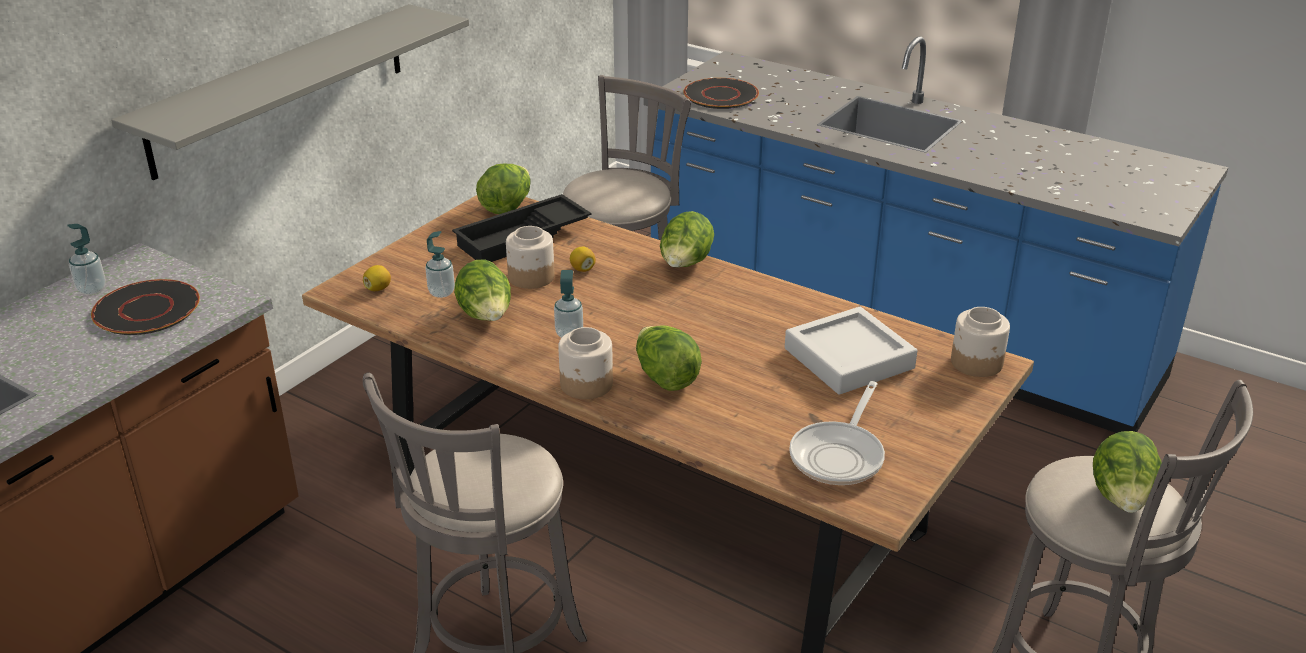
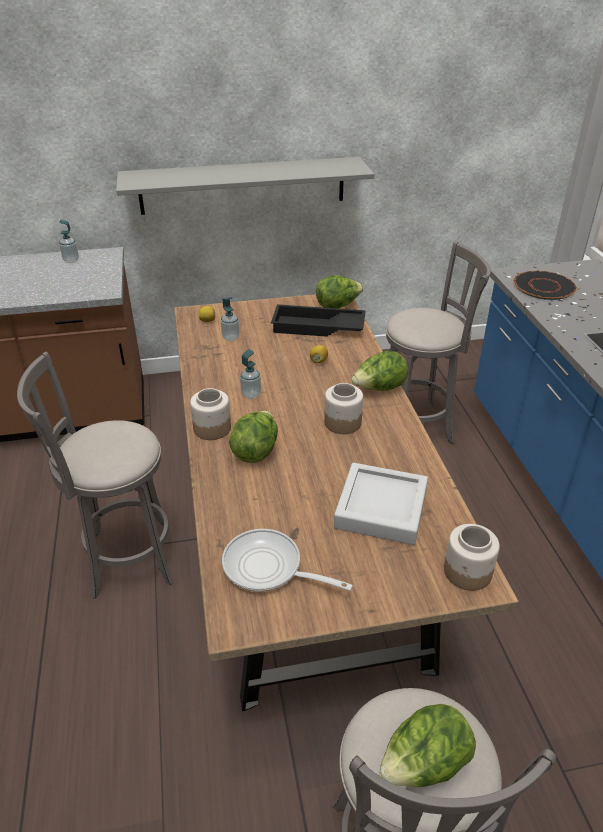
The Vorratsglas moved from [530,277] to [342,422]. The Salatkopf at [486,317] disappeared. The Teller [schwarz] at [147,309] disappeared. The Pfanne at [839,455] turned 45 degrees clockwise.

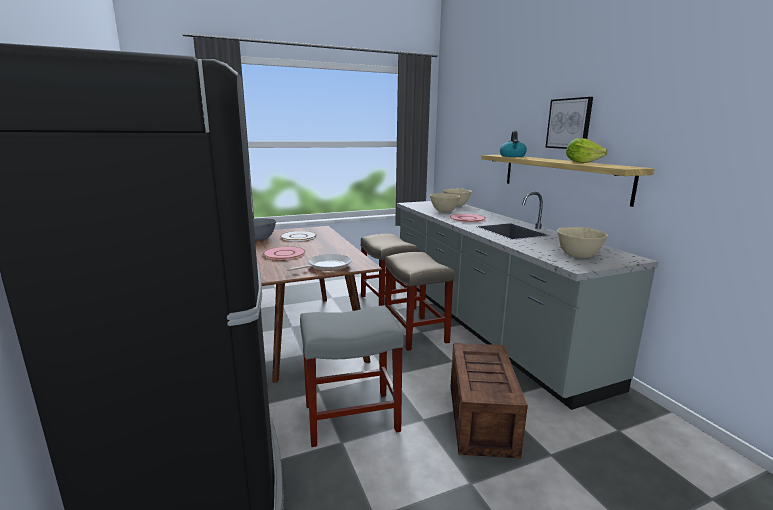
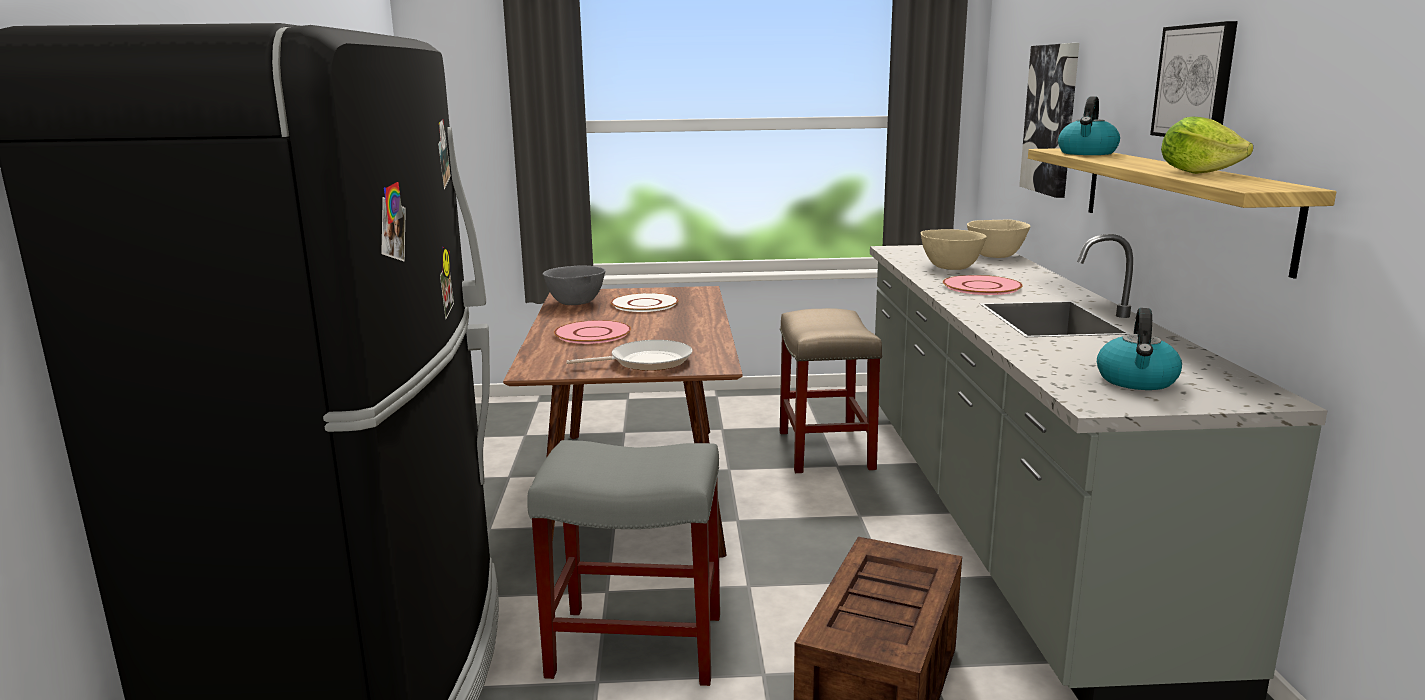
The Schüssel [beige] at [578,255] was replaced by the Wasserkessel at [1137,381]. The Hocker [beige] at [416,333] disappeared. The Bild at [1052,119] appeared.

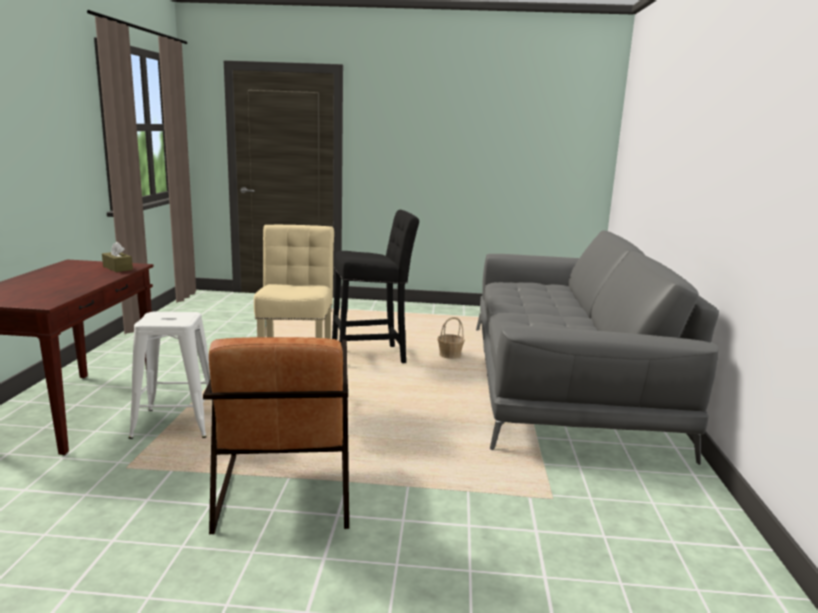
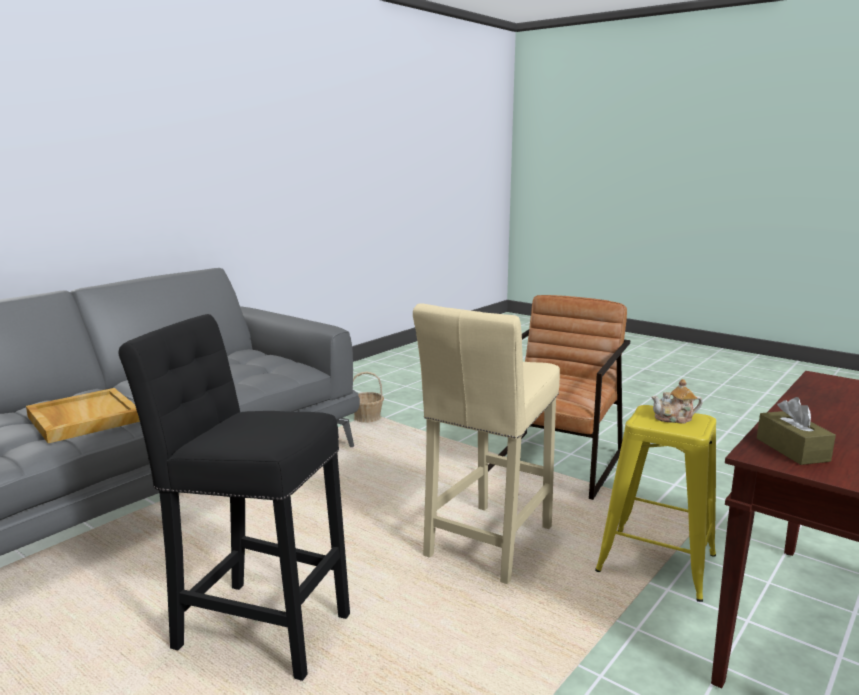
The Hocker [weiß] at [176,423] became the Hocker [gelb] at [656,563]. The Korb moved from [449,355] to [367,418]. The Teekanne at [675,418] appeared. The Tablett [beige] at [83,419] appeared.

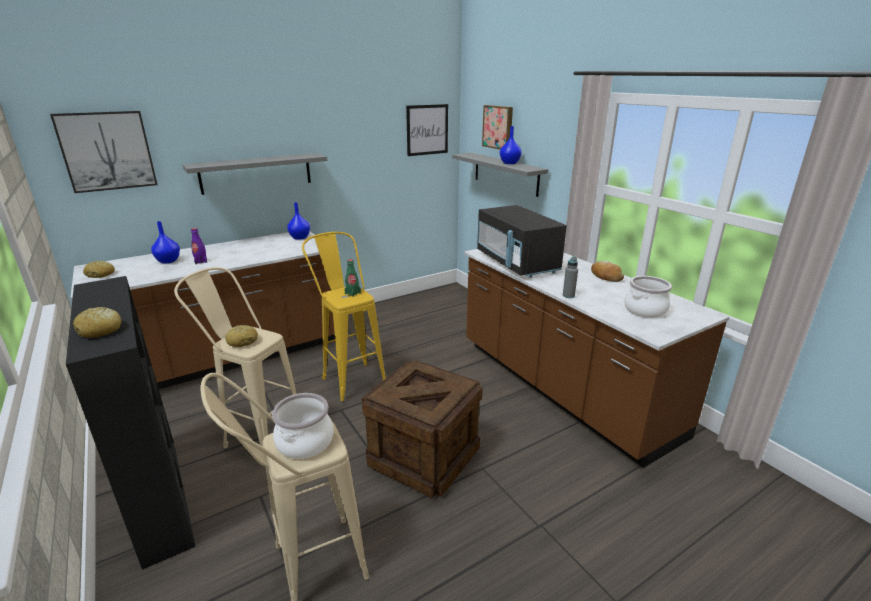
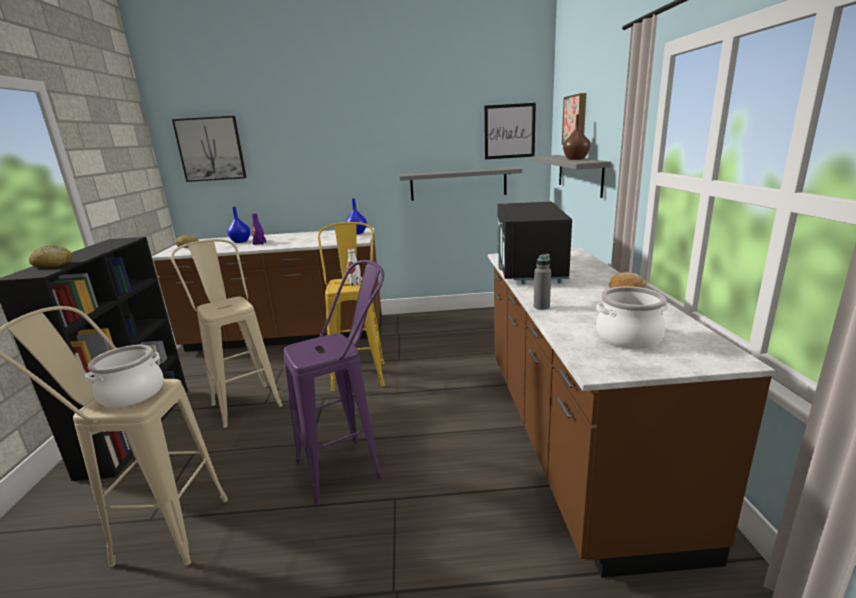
The Vase [blau] at [510,163] became the Vase [braun] at [576,159]. The Wandregal [grau] moved from [256,173] to [458,184]. The Flasche [grün] at [352,293] became the Flasche [weiß] at [355,283]. The Brot at [242,341] disappeared. The Kiste at [424,455] was replaced by the Hocker [lila] at [352,464].

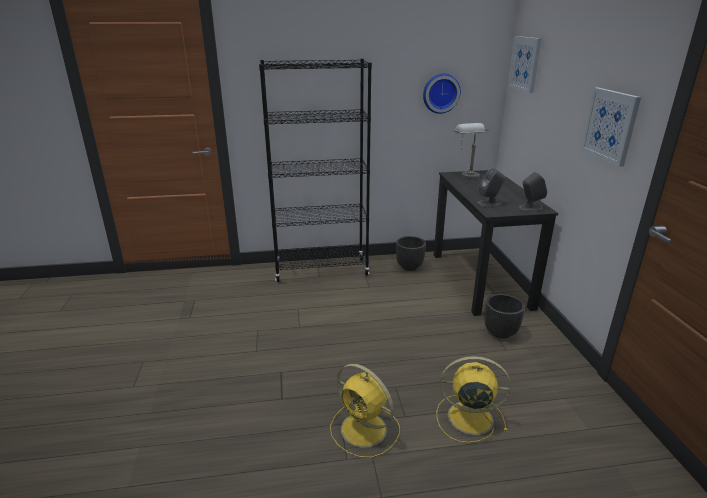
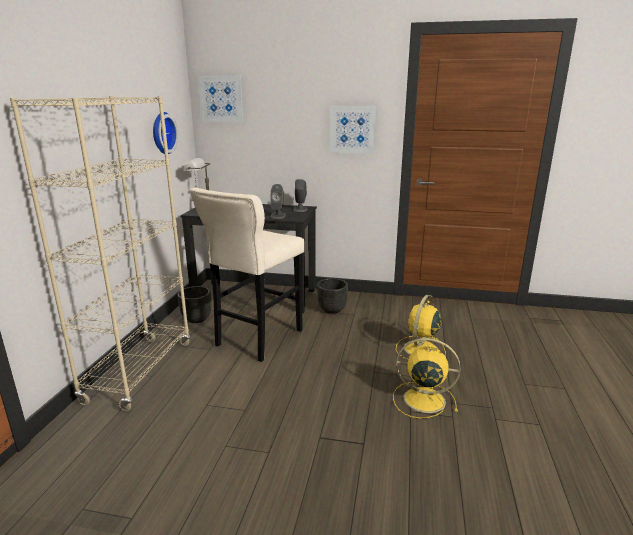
The Bücherregal [schwarz] at [321,270] became the Bücherregal [beige] at [140,372]. The Ventilator [gelb] at [365,430] turned 135 degrees counterclockwise. The Hocker [beige] at [257,340] appeared.

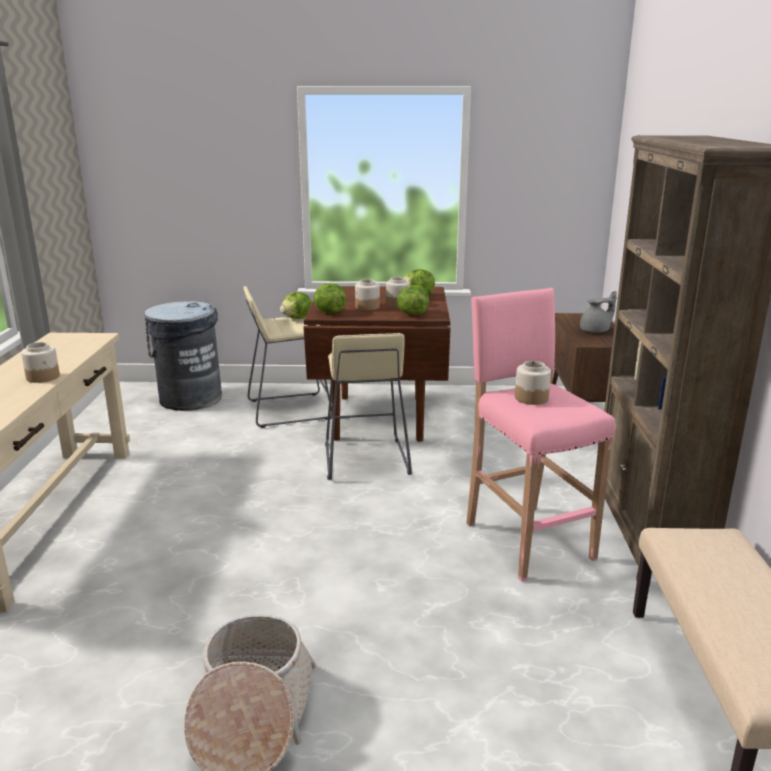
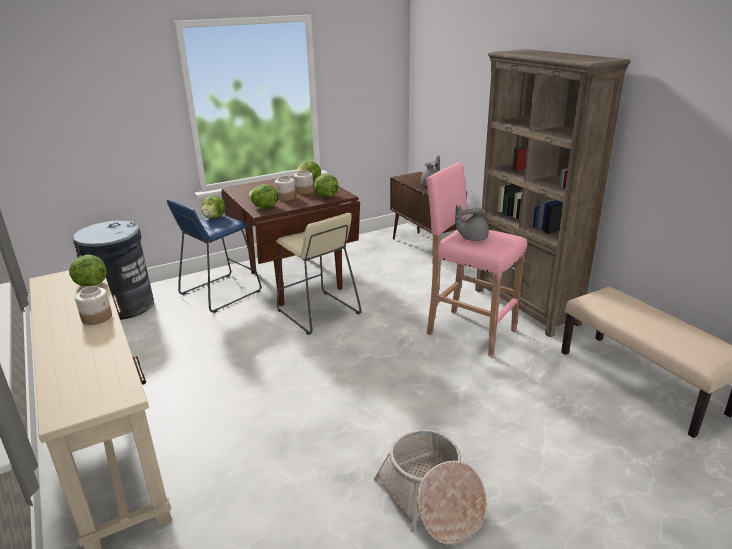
The Hocker [beige] at [288,410] became the Hocker [blau] at [220,293]. The Vorratsglas at [531,398] was replaced by the Teekanne [grau] at [472,238]. The Salatkopf at [90,284] appeared.

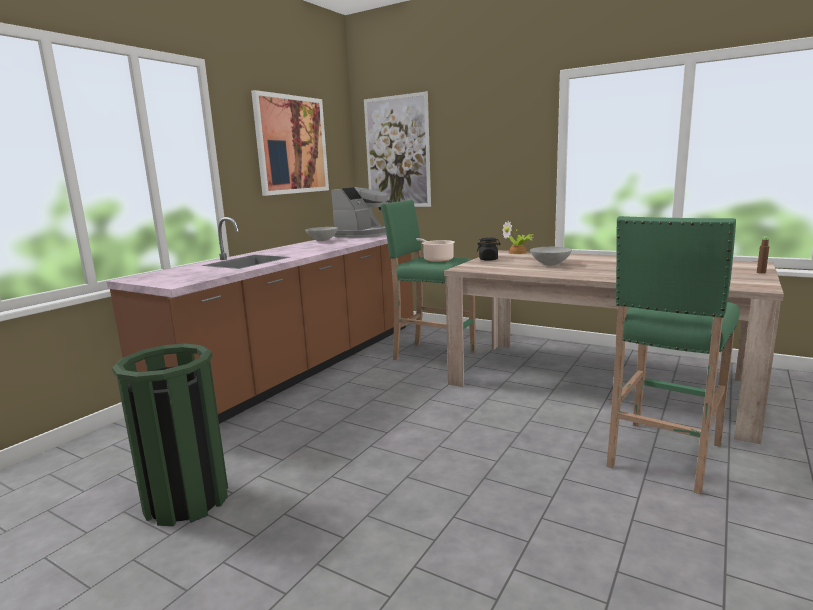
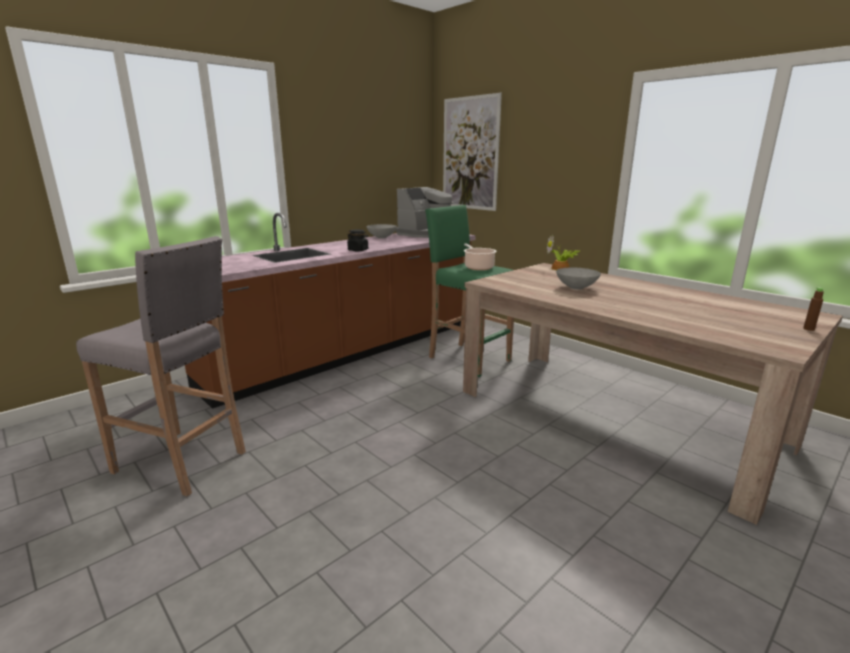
The Bild at [292,145] disappeared. The Hocker [grün] at [663,456] disappeared. The Vorratsglas [schwarz] moved from [488,259] to [358,250]. The Mülleimer [grün] at [186,500] was replaced by the Hocker [grau] at [183,462].

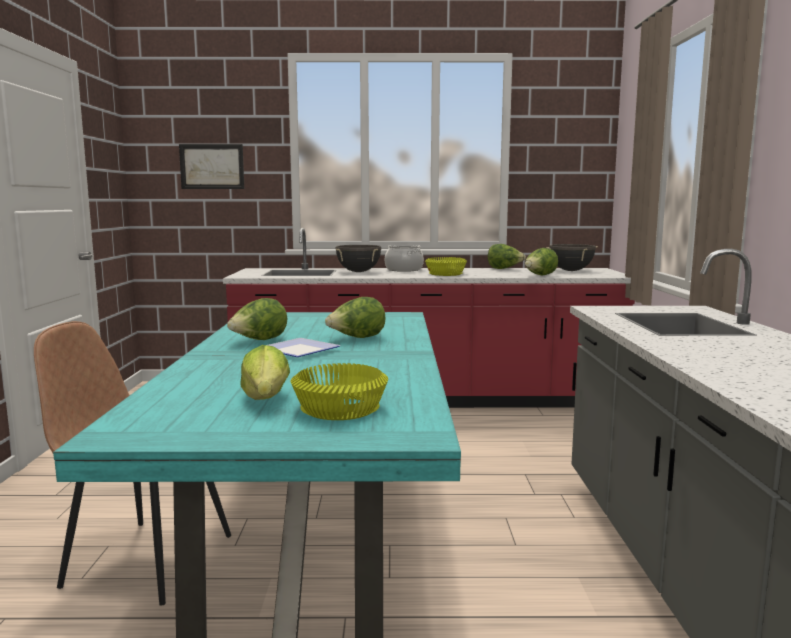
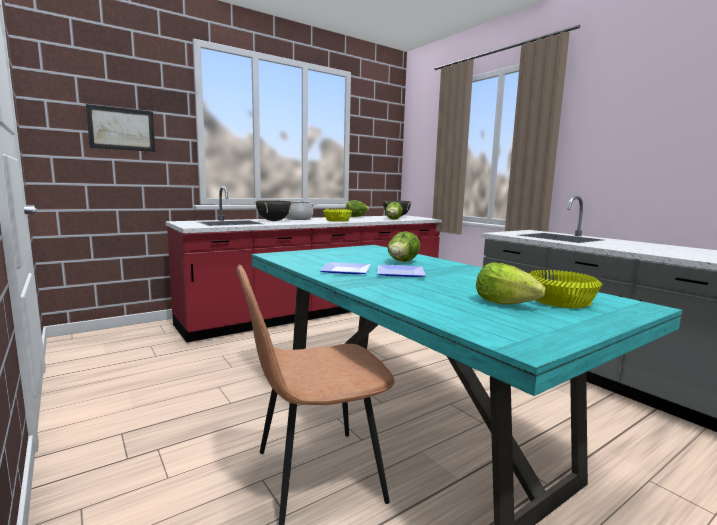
The Salatkopf at [259,341] was replaced by the Teller at [348,270].

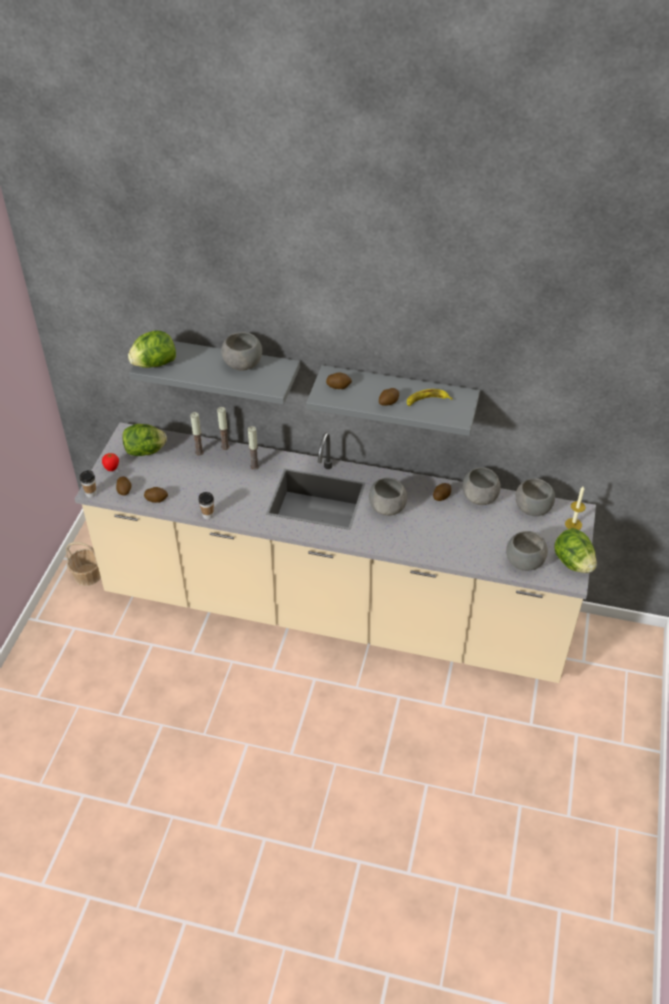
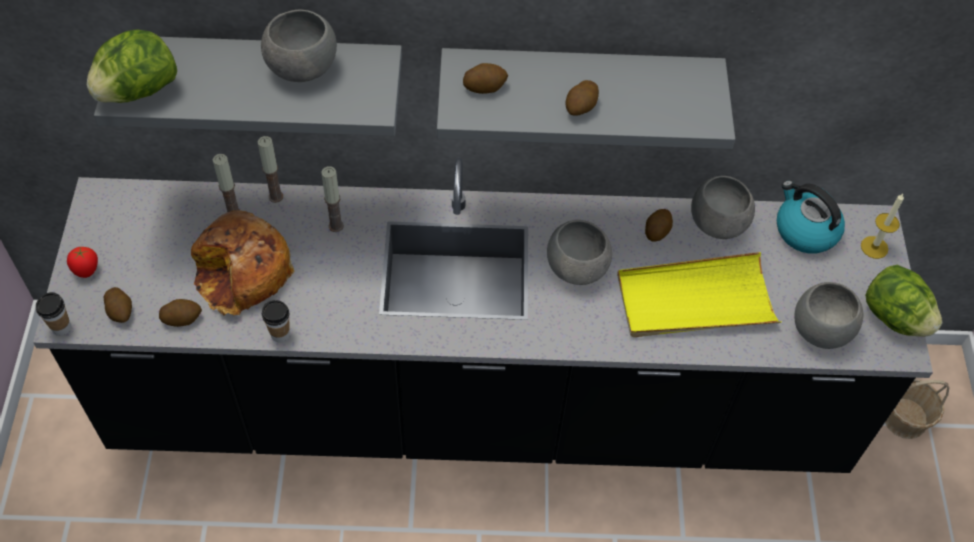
The Banane at [427,400] disappeared. The Küchenzeile [beige] at [334,610] became the Küchenzeile [schwarz] at [480,408]. The Salatkopf at [145,451] disappeared. The Schüssel [grau] at [532,509] was replaced by the Wasserkessel at [804,231]. The Korb moved from [88,575] to [905,419]. The Brot at [242,273] appeared. The Tablett [gelb] at [695,300] appeared.

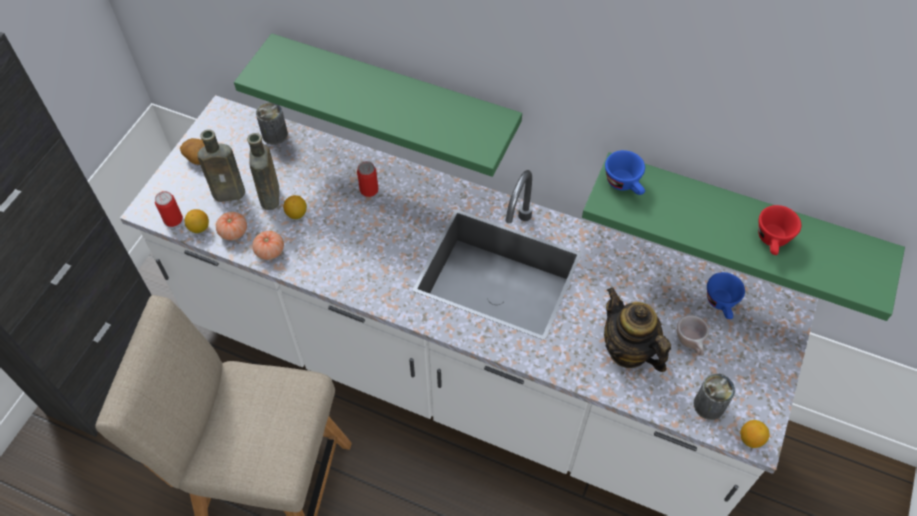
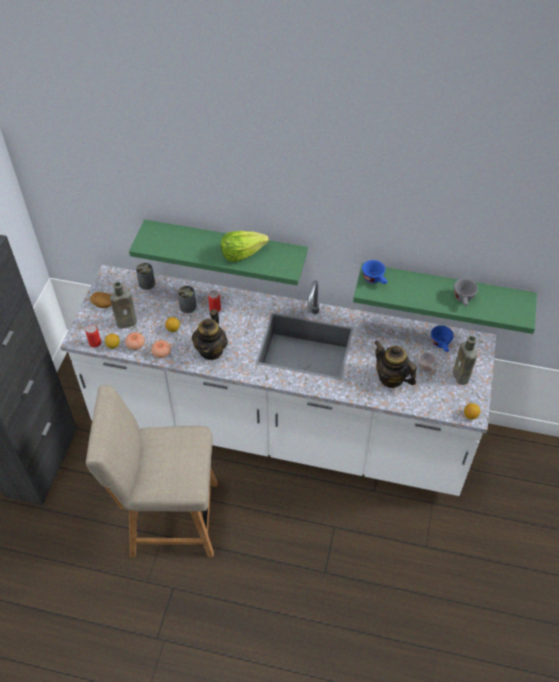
The Flasche [braun] moved from [270,199] to [461,377]. The Tasse [rot] at [772,241] became the Tasse [grau] at [463,299]. The Dose moved from [709,405] to [188,306]. The Salatkopf at [242,253] appeared. The Teekanne at [211,350] appeared.

